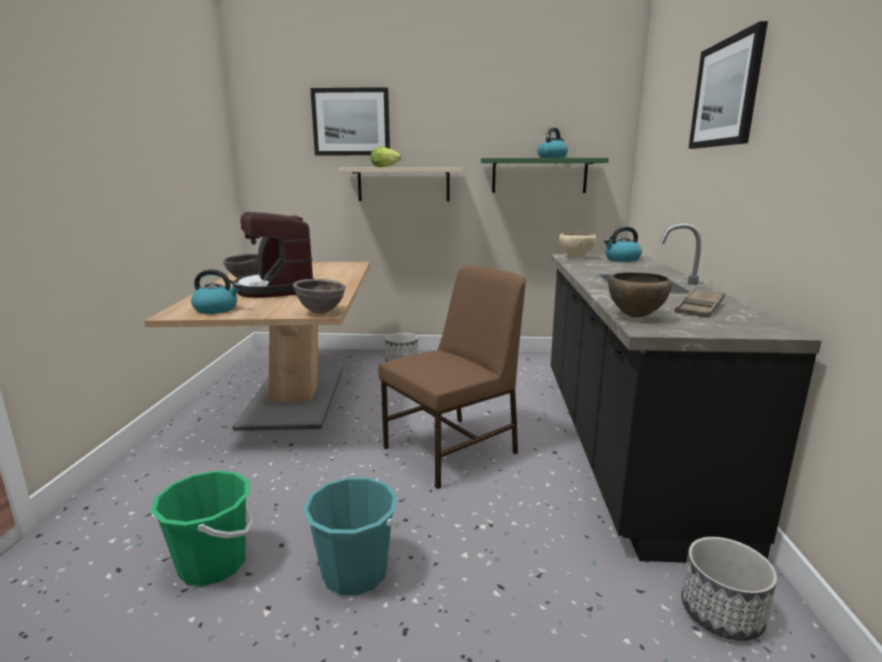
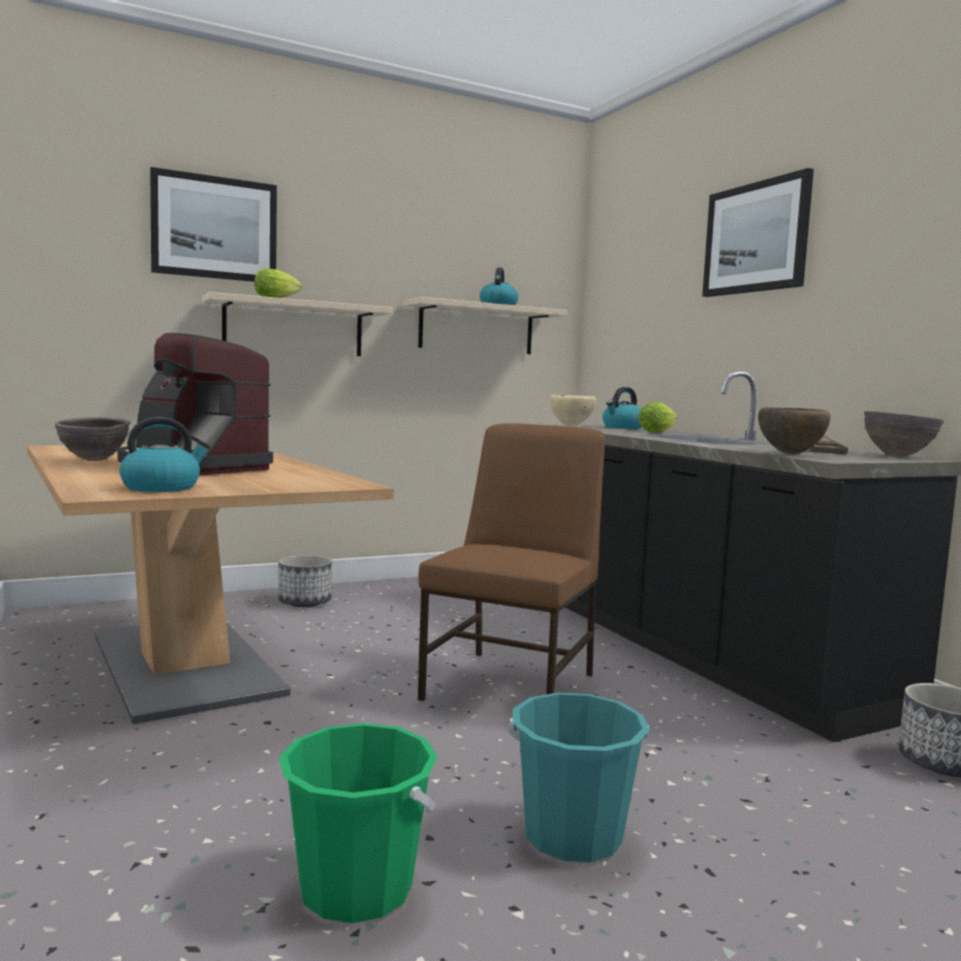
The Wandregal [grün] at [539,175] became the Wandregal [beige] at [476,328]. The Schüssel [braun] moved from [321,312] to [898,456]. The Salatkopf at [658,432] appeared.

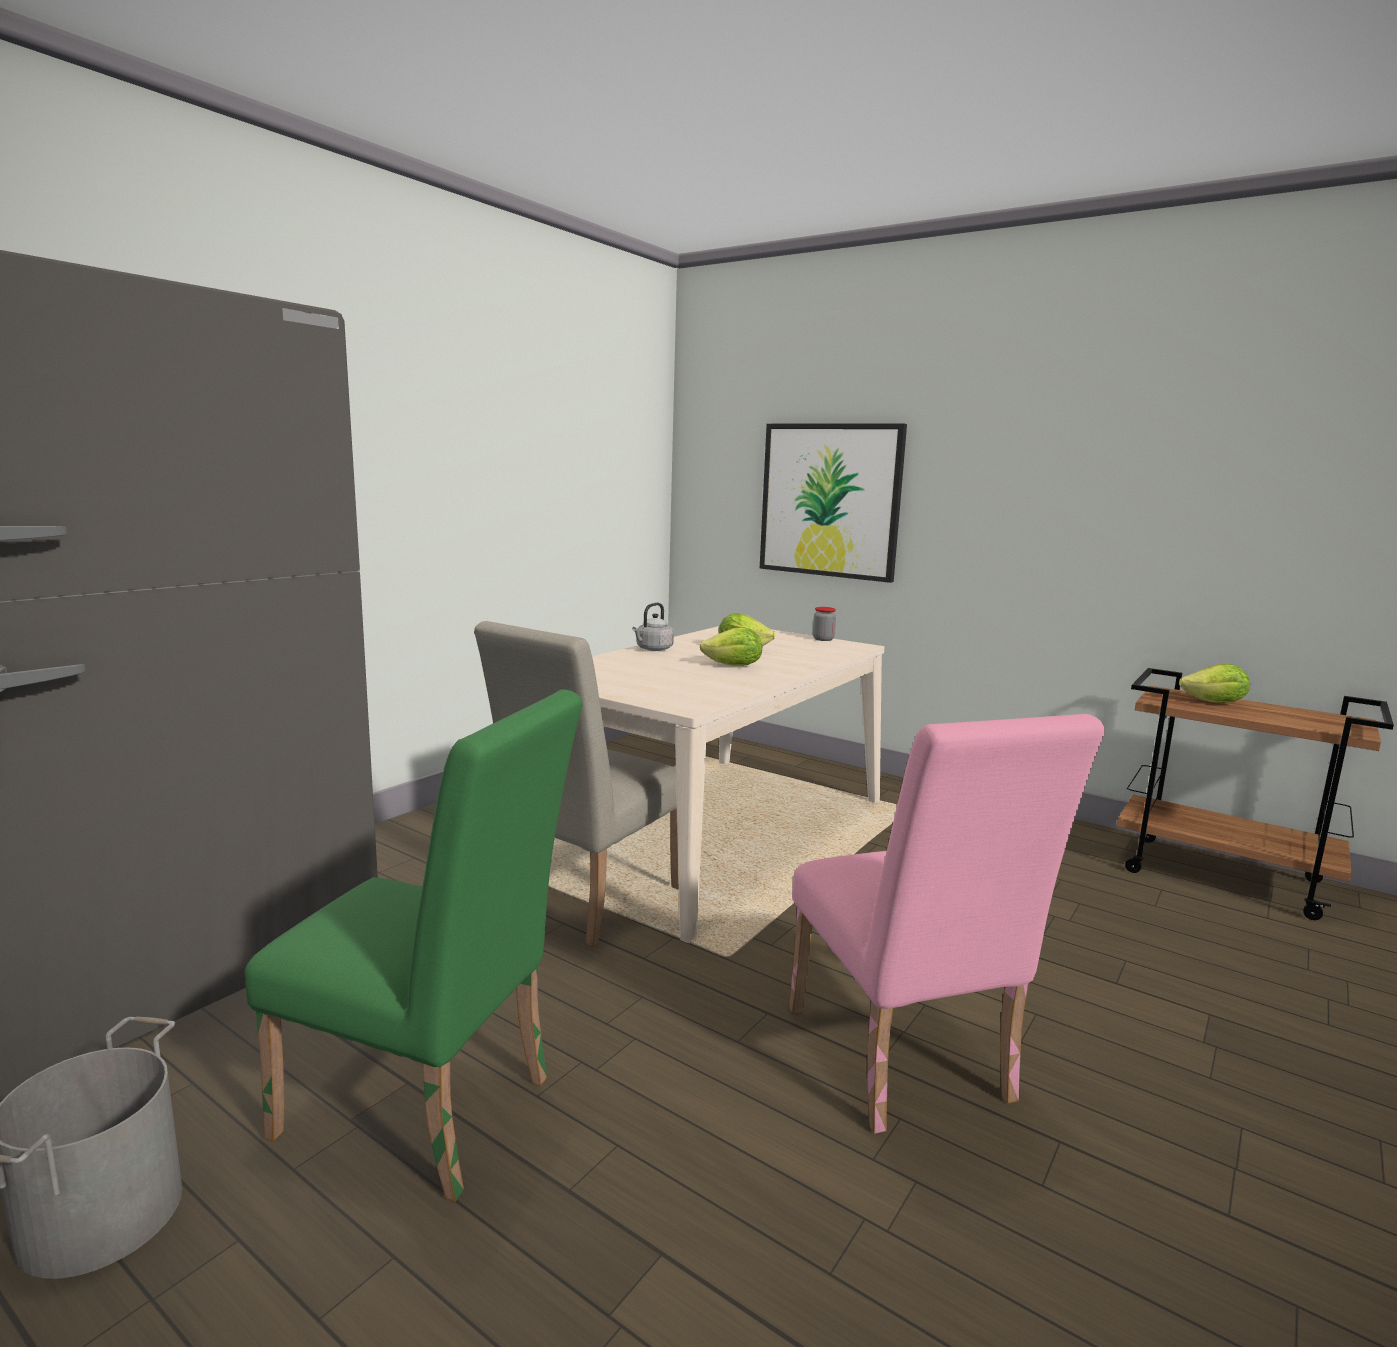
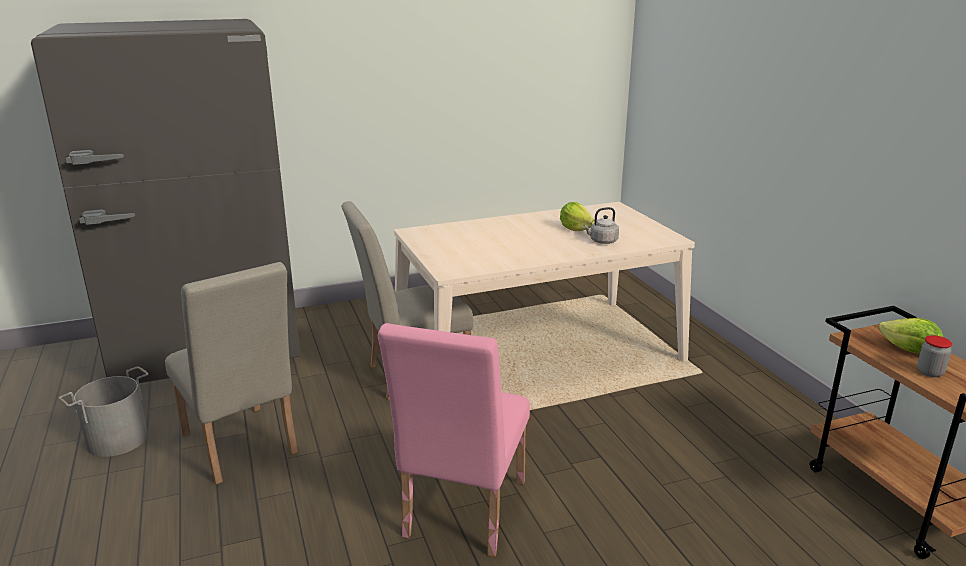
The Bild at [830,500] disappeared. The Wasserkessel [grau] moved from [653,649] to [602,241]. The Vorratsglas moved from [823,639] to [930,372]. The Salatkopf at [734,666] disappeared. The Stuhl [grün] at [430,1114] became the Stuhl [beige] at [241,448].

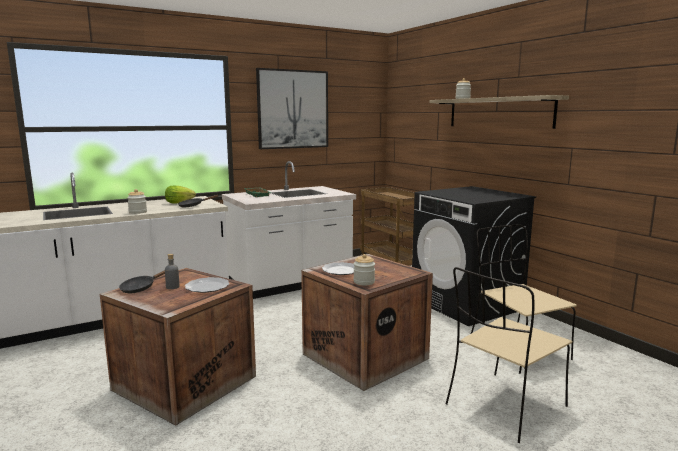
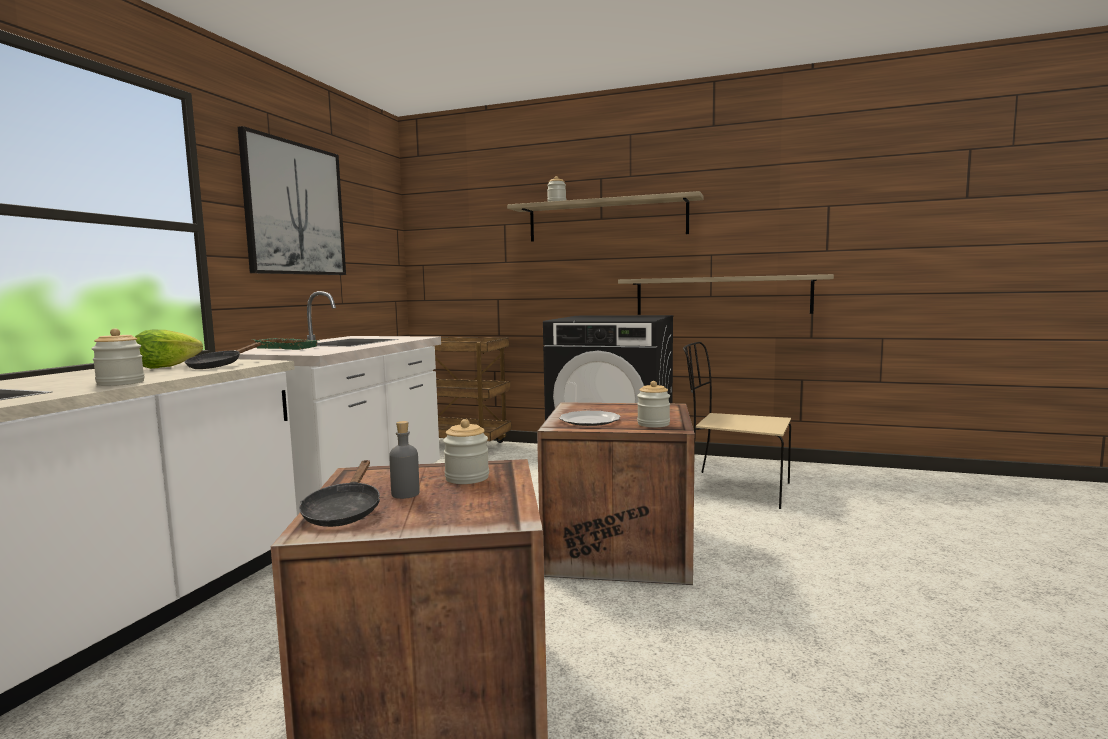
The Stuhl [beige] at [504,407] disappeared. The Teller at [207,286] was replaced by the Vorratsglas at [467,478]. The Wandregal at [721,295] appeared.

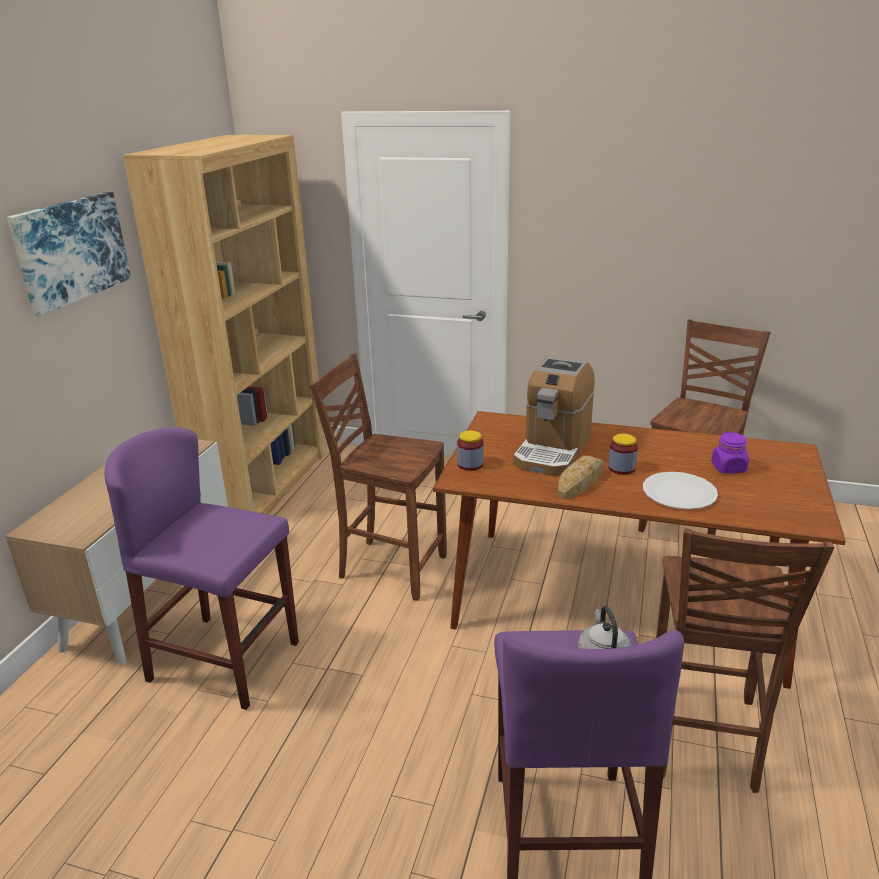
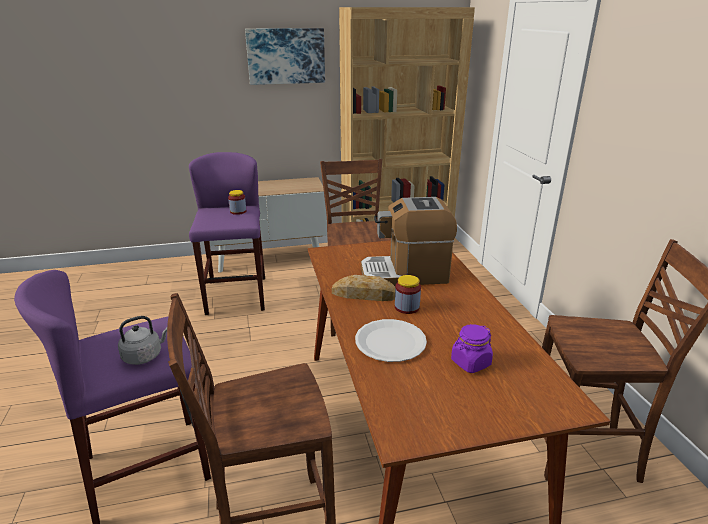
The Vorratsglas moved from [470,464] to [238,211].

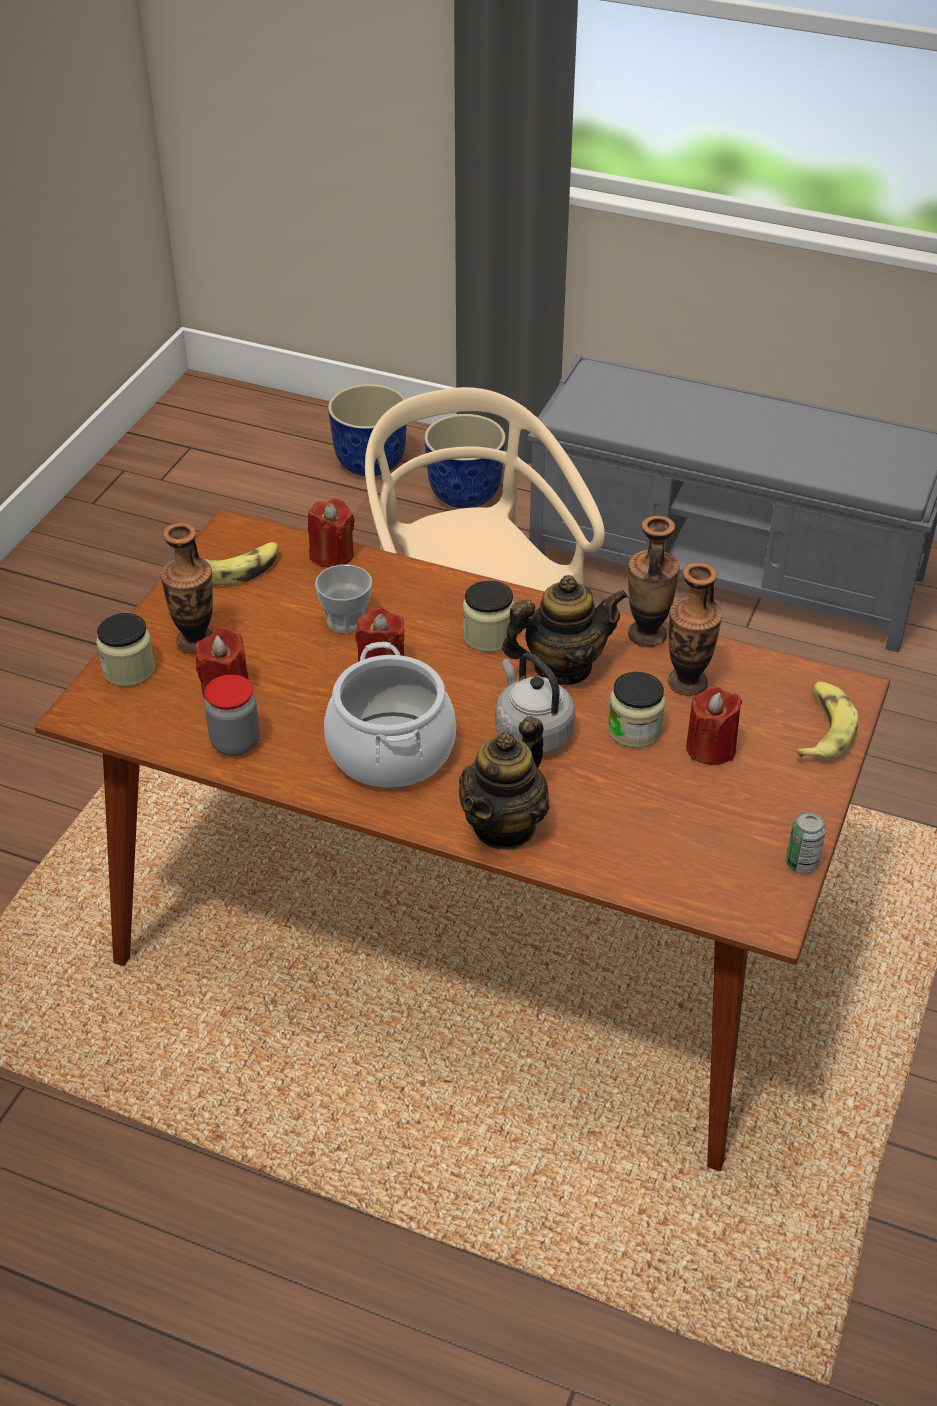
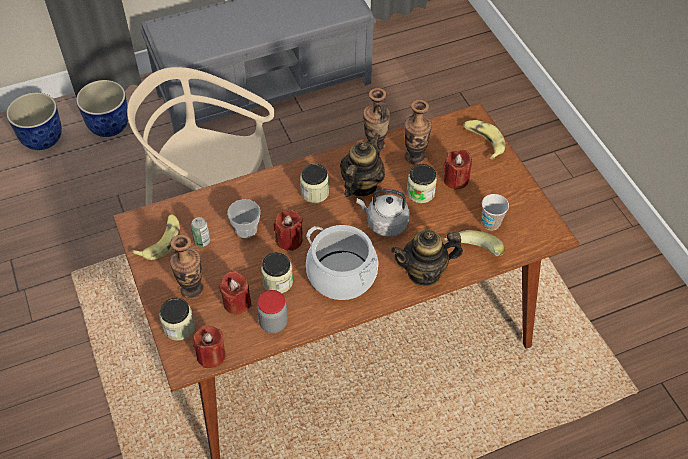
The Kerze [rot] moved from [332,554] to [211,355]. The Teekanne at [504,826] turned 90 degrees clockwise. The Dose moved from [801,863] to [202,241]. The Tasse at [491,223] appeared. The Banane at [472,254] appeared. The Vorratsglas at [277,281] appeared.

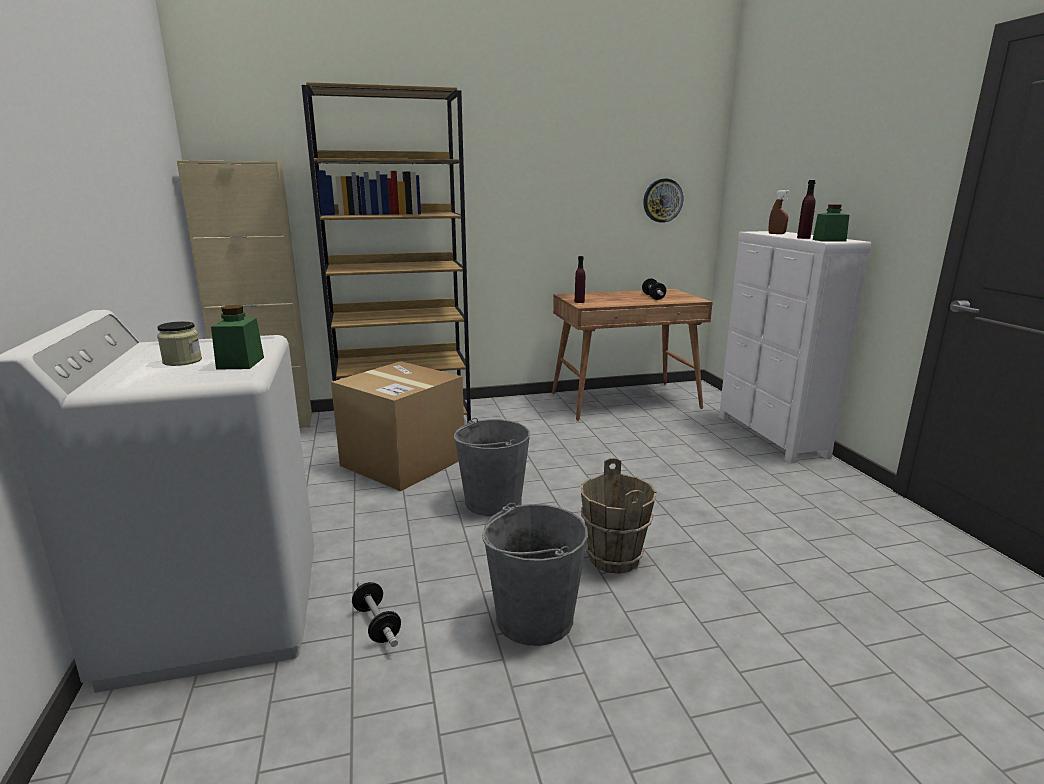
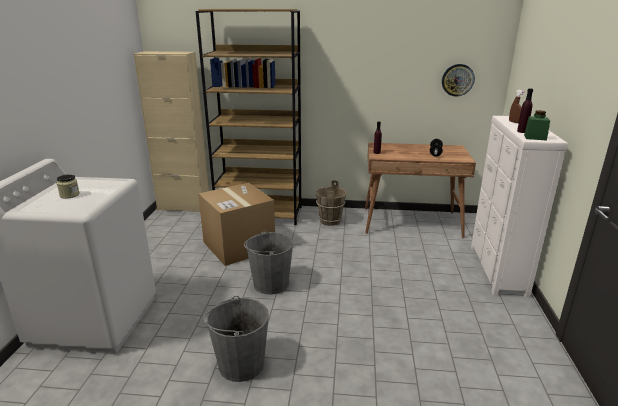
The Vorratsglas [grün] at [240,363] disappeared. The Eimer [braun] moved from [613,558] to [330,221]. The Hantel at [377,624] disappeared.

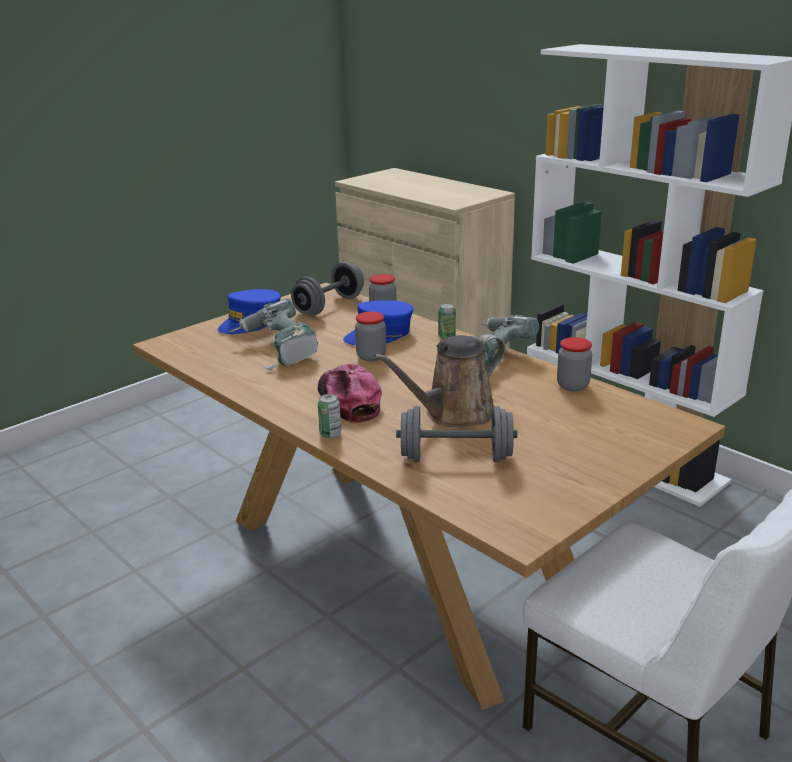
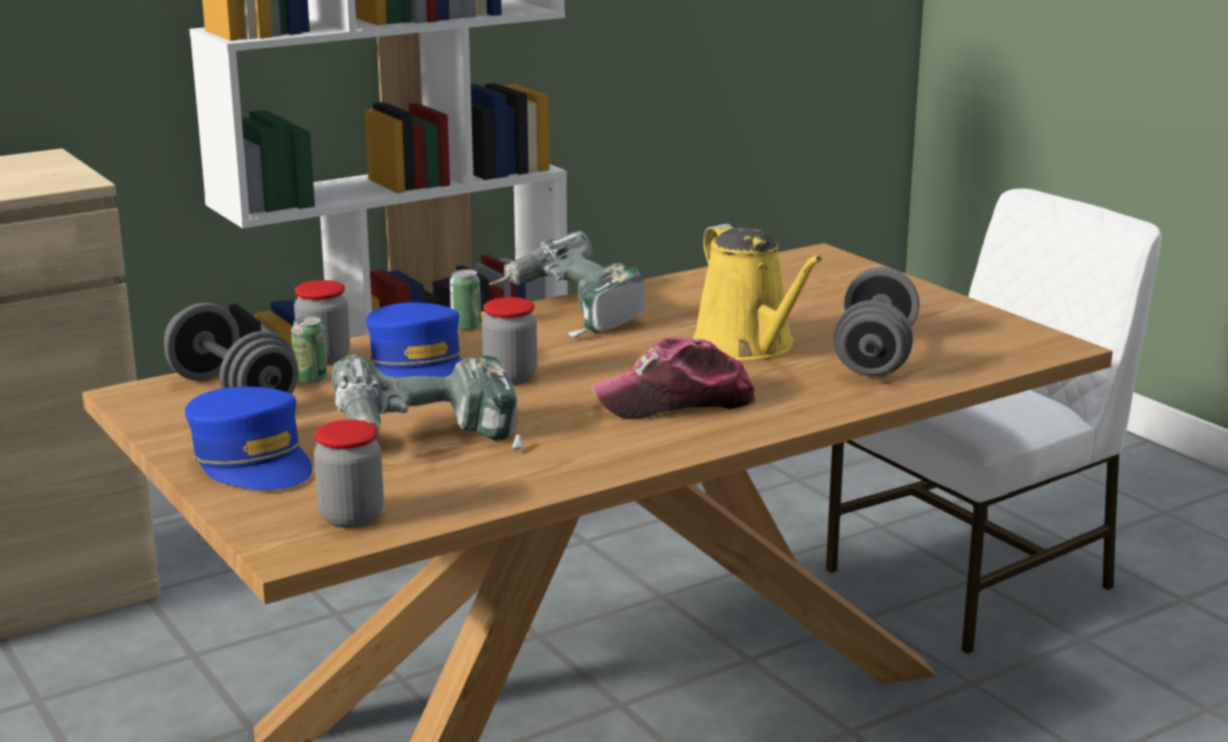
The Gießkanne [braun] at [454,414] became the Gießkanne [gelb] at [748,346]. The Vorratsglas moved from [572,385] to [351,517]. The Dose moved from [330,434] to [311,379].

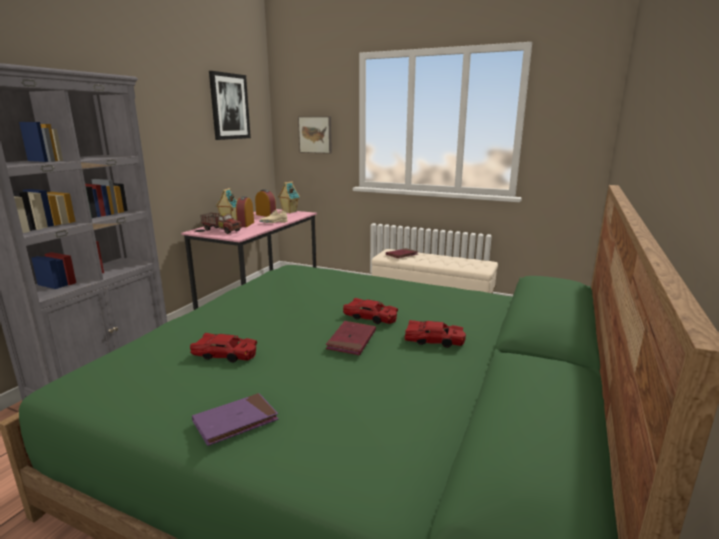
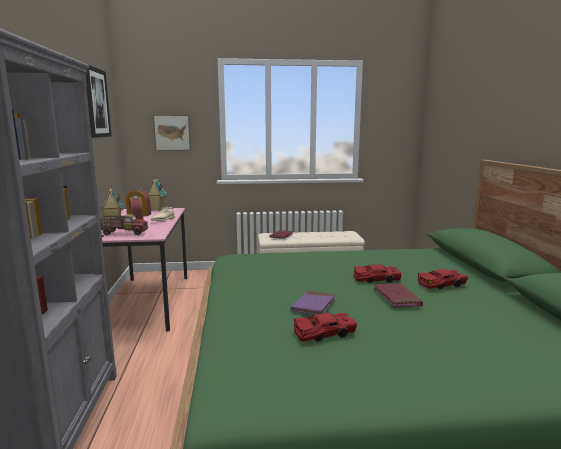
The Buch [lila] moved from [235,421] to [313,305].

